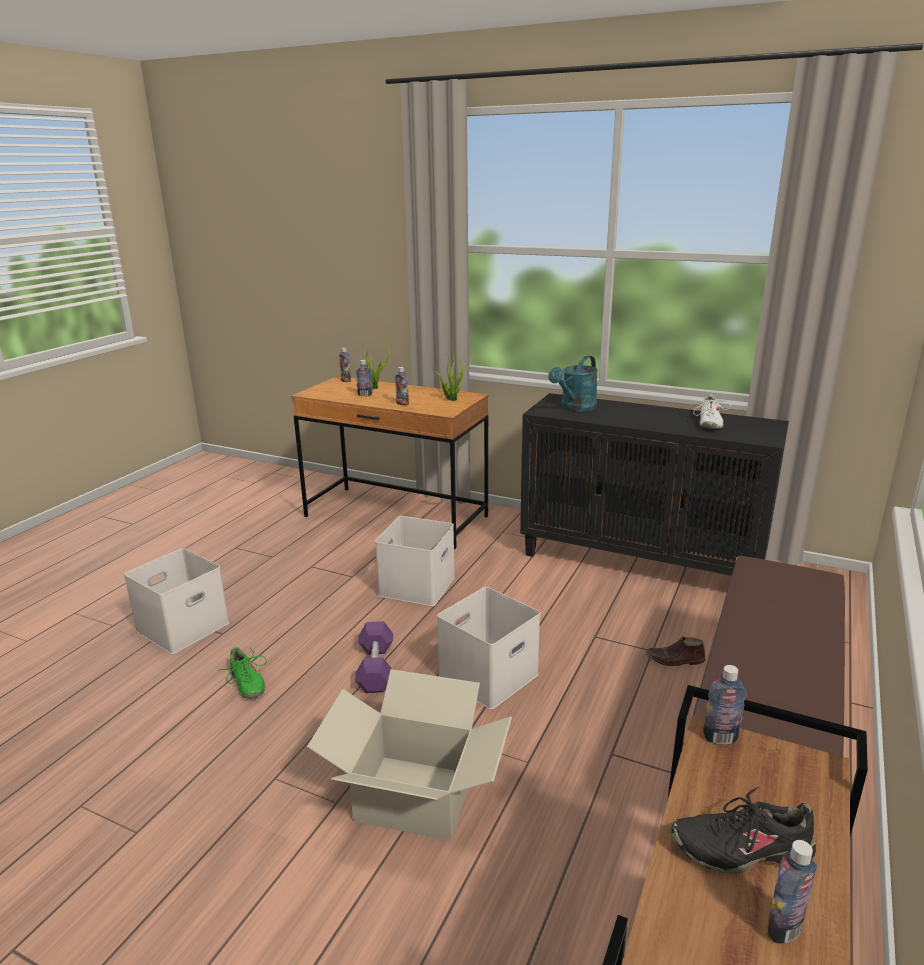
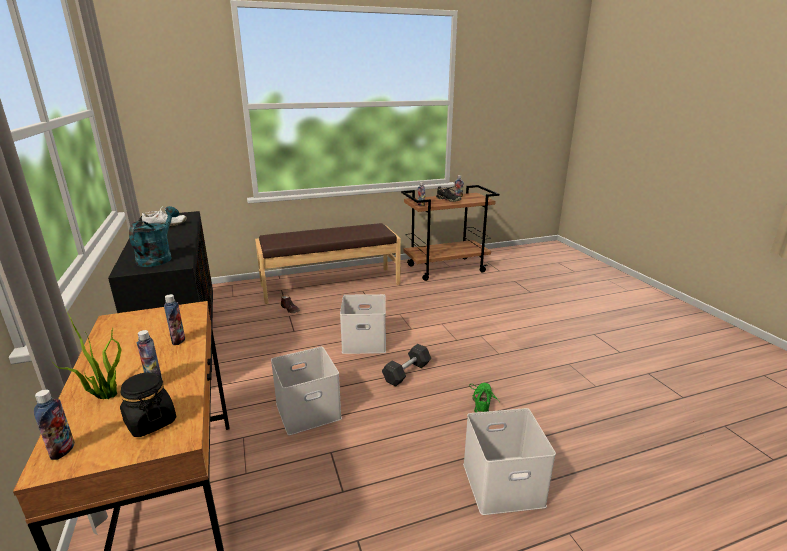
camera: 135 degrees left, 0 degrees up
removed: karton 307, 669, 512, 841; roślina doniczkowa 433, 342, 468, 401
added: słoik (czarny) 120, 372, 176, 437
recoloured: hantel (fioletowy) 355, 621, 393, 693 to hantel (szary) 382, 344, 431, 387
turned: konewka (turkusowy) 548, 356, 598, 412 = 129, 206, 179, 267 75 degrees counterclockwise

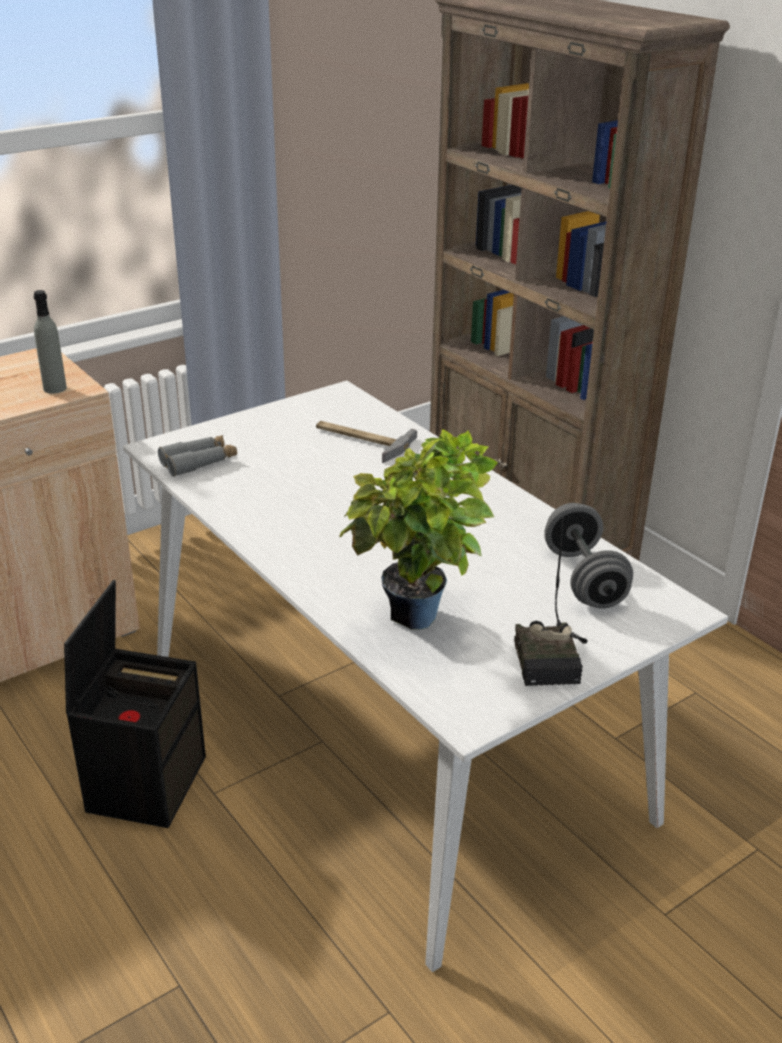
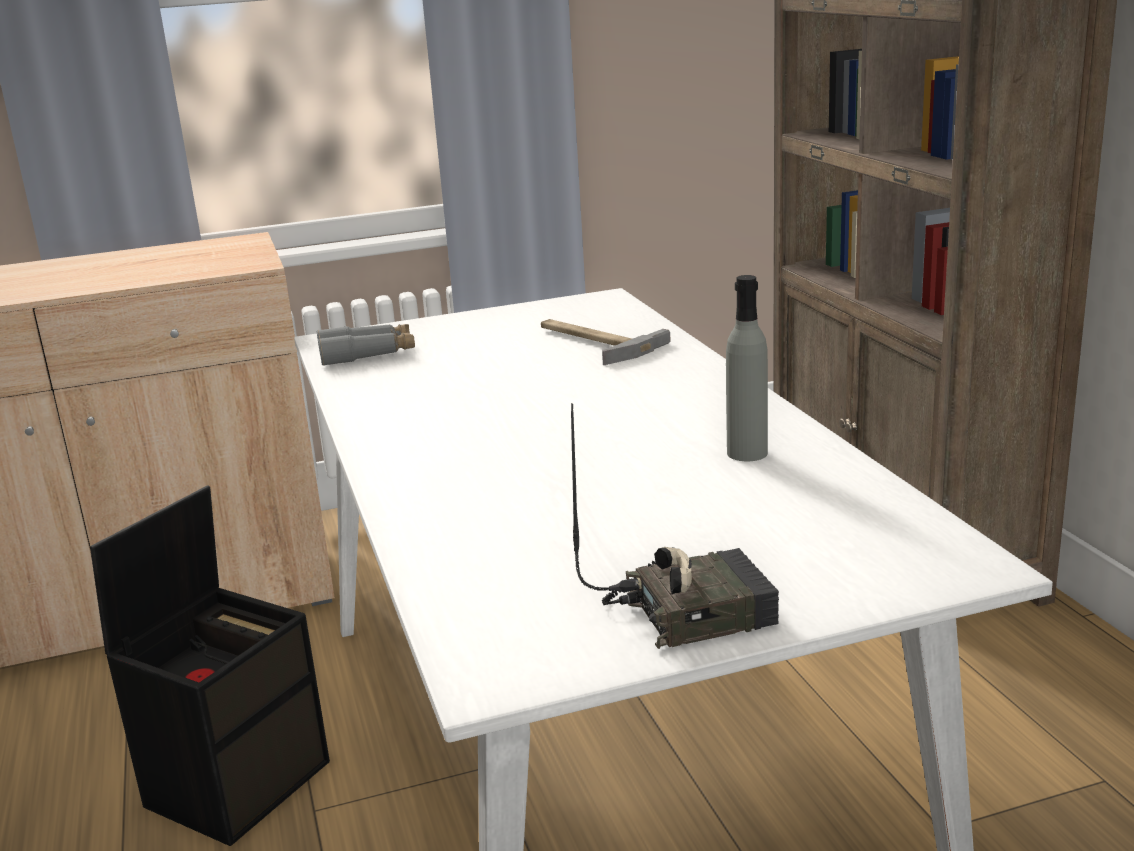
camera: 20 degrees right, 10 degrees down
removed: roślina doniczkowa 339, 429, 498, 630; hantel (szary) 544, 503, 633, 609
moved: butelka (szary) 33, 290, 67, 394 to 726, 275, 768, 461
turned: radio 514, 515, 588, 686 = 571, 403, 779, 649 120 degrees counterclockwise

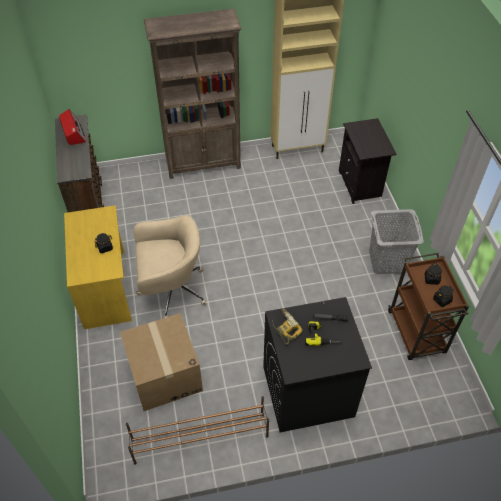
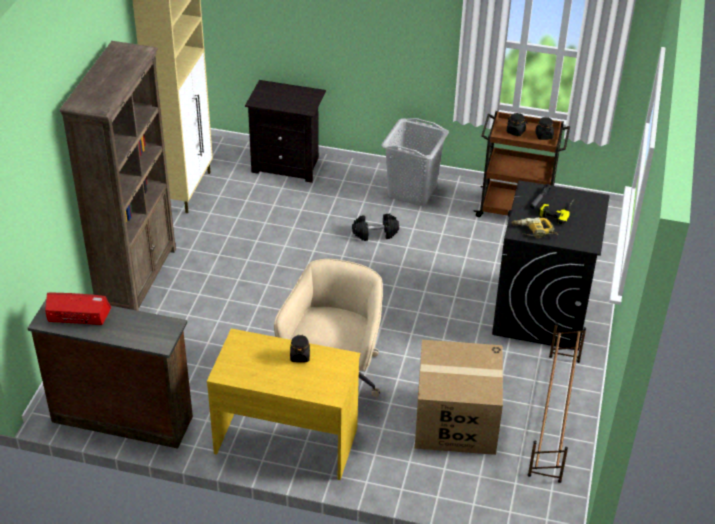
camera: 65 degrees left, 10 degrees down
added: hantel (czarny) 352, 213, 399, 241

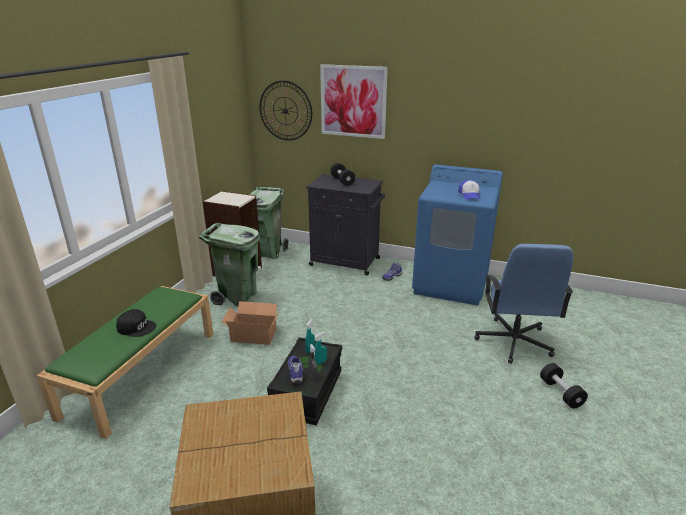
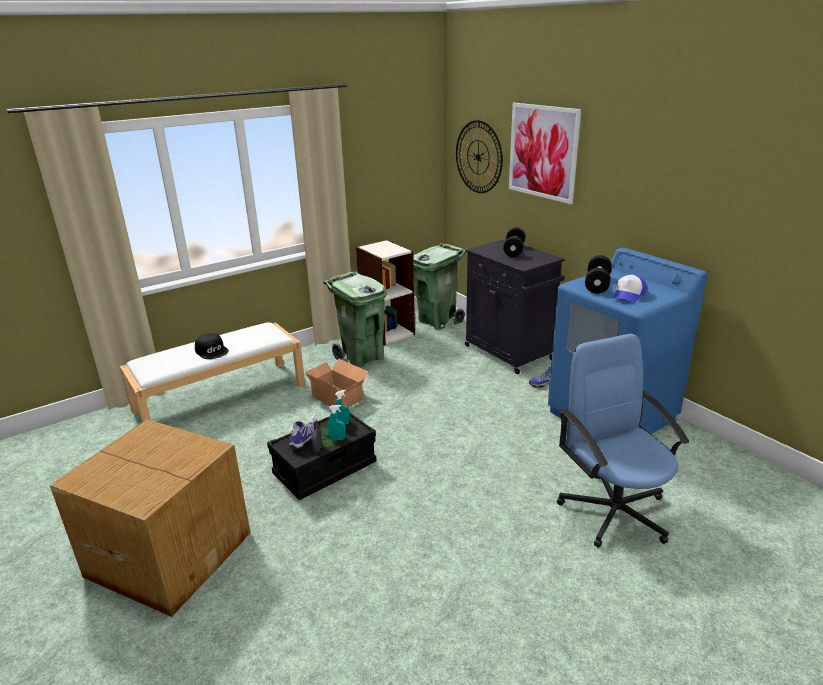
camera: 35 degrees right, 0 degrees up
moved: hantel (czarny) 540, 363, 588, 409 to 585, 255, 612, 294
recoloured: ławka (zielony) 37, 286, 213, 439 to ławka (biały) 120, 322, 305, 422
turned: krzesło biurowe (niebieski) 474, 244, 573, 364 = 557, 334, 689, 548 120 degrees clockwise

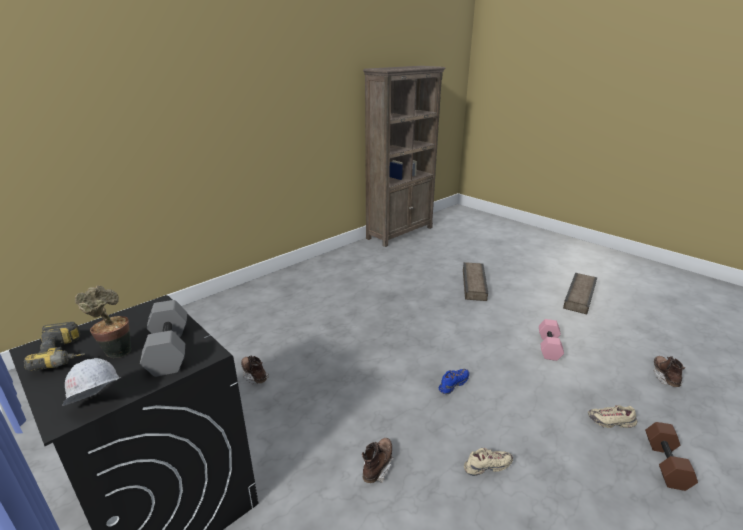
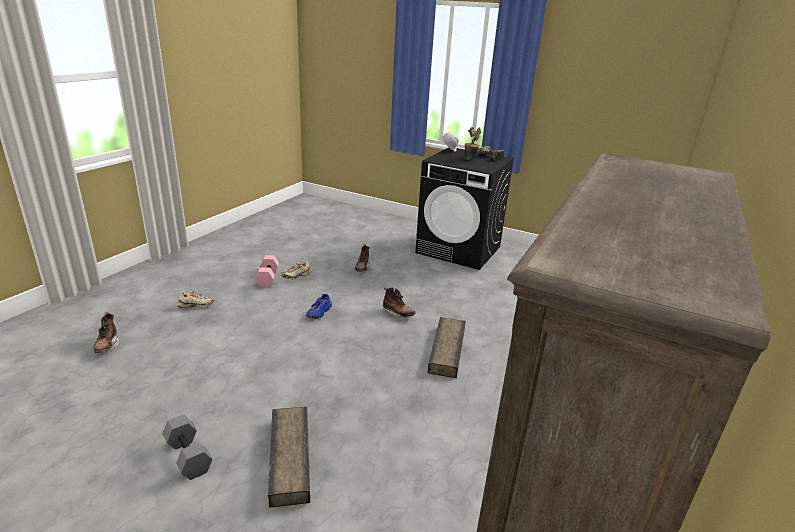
camera: 160 degrees right, 0 degrees up
removed: hantel (brązowy) 645, 422, 698, 491
moved: hantel (szary) 140, 300, 187, 377 to 162, 415, 213, 480; hantel (różowy) 539, 319, 564, 361 to 255, 255, 279, 287; but z cholewką (brązowy) 241, 355, 269, 385 to 383, 288, 416, 318; skrzynka 563, 273, 597, 314 to 428, 317, 466, 378

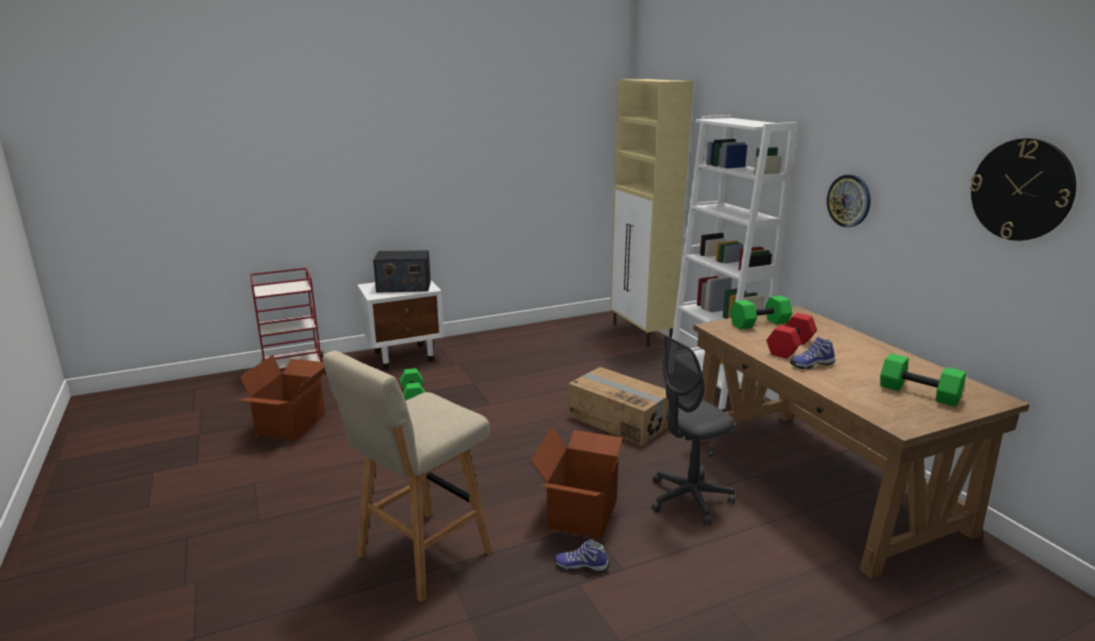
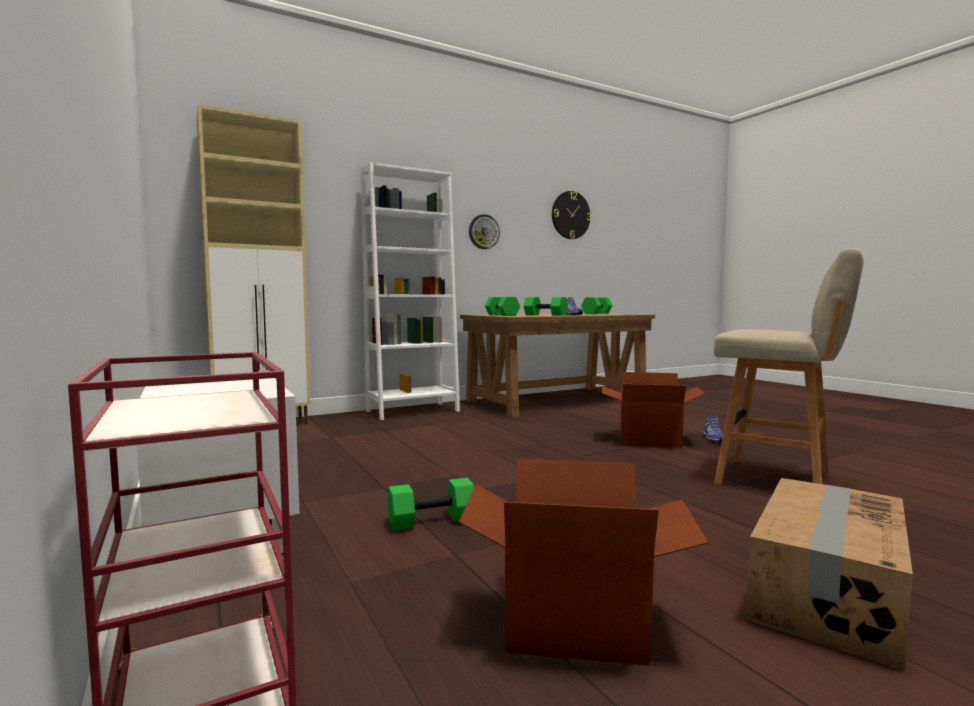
camera: 95 degrees left, 15 degrees down
removed: radio 373, 250, 431, 293; krzesło biurowe (szary) 652, 335, 735, 525
moved: karton 568, 367, 669, 446 to 746, 478, 913, 671
recoloured: hantel (czerwony) 766, 313, 817, 359 to hantel (zielony) 524, 297, 568, 316

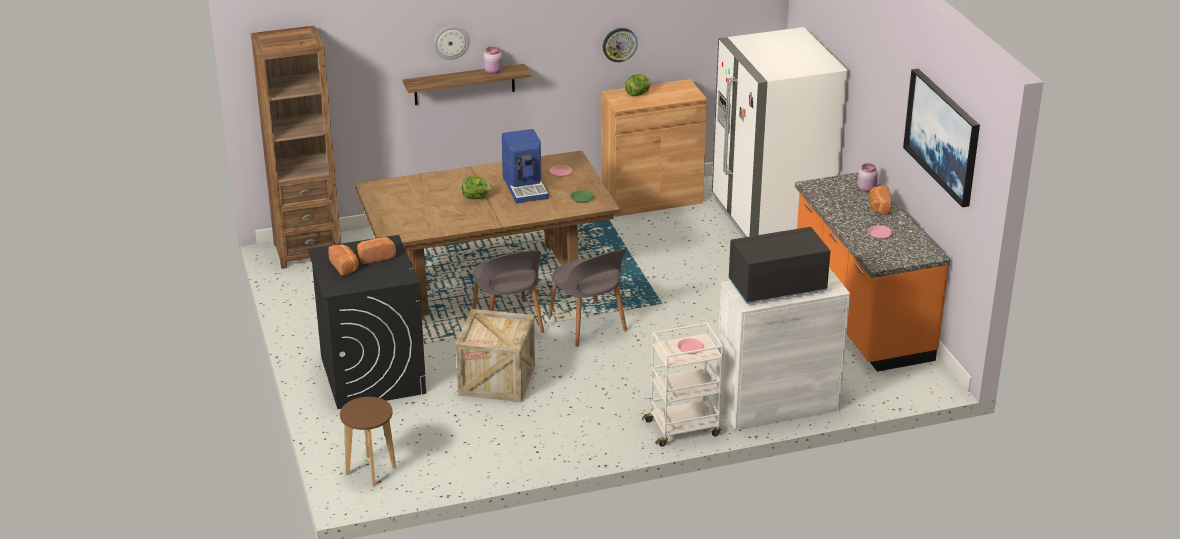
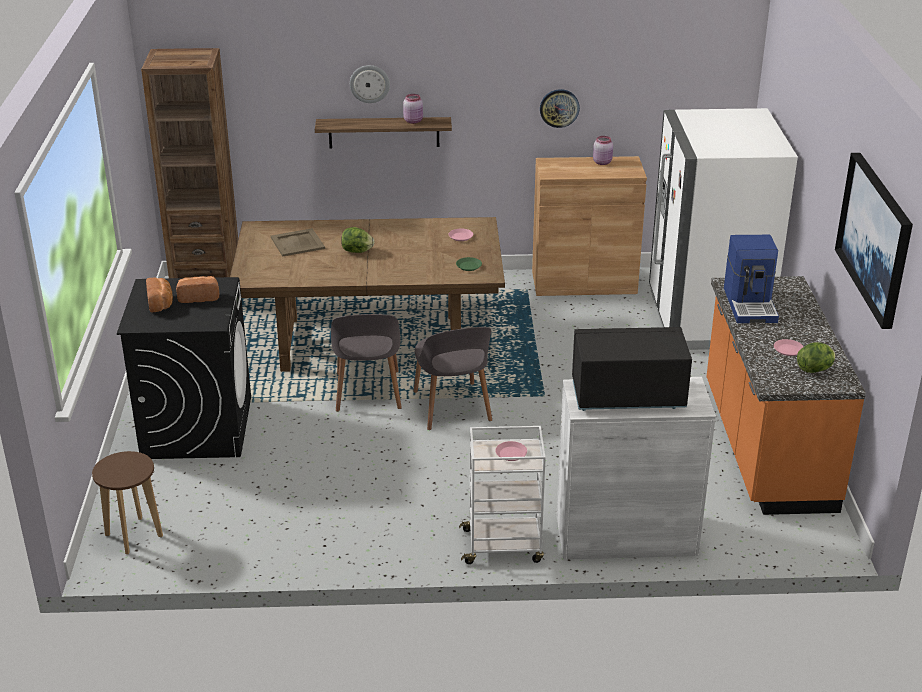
camera: 15 degrees right, 0 degrees up
removed: skrzynka 456, 309, 535, 402; chleb 869, 185, 892, 215
added: taca (beżowy) 271, 228, 325, 257
moved: słoik (różowy) 857, 163, 878, 192 to 593, 136, 613, 165; ekspres do kawy 502, 129, 548, 204 to 724, 235, 779, 323; sałata 625, 74, 651, 96 to 797, 342, 835, 373

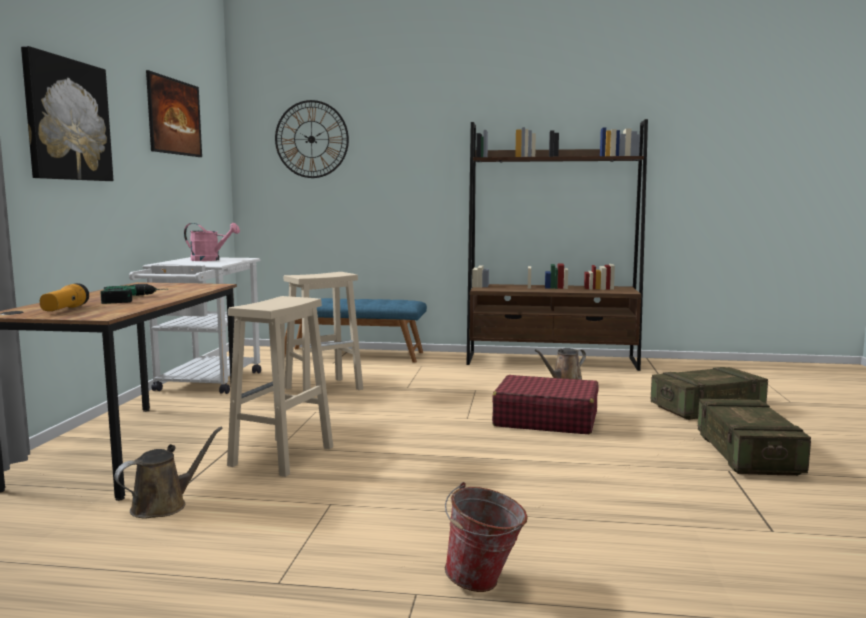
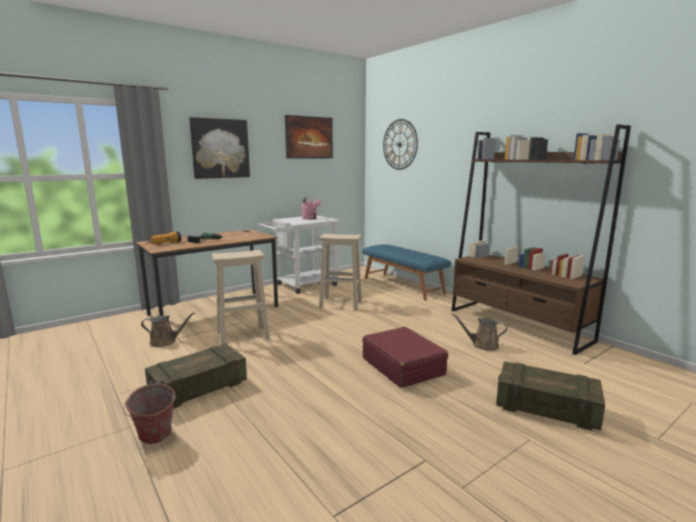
camera: 45 degrees right, 5 degrees up
moved: skrzynka 698, 399, 811, 476 to 145, 344, 247, 409

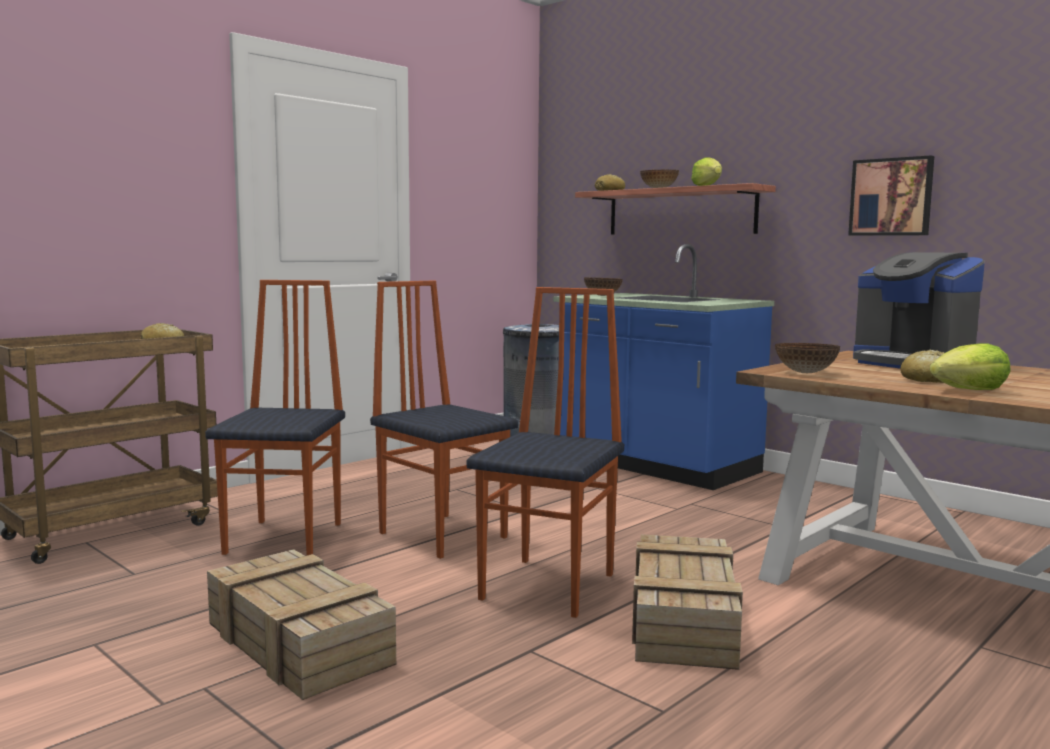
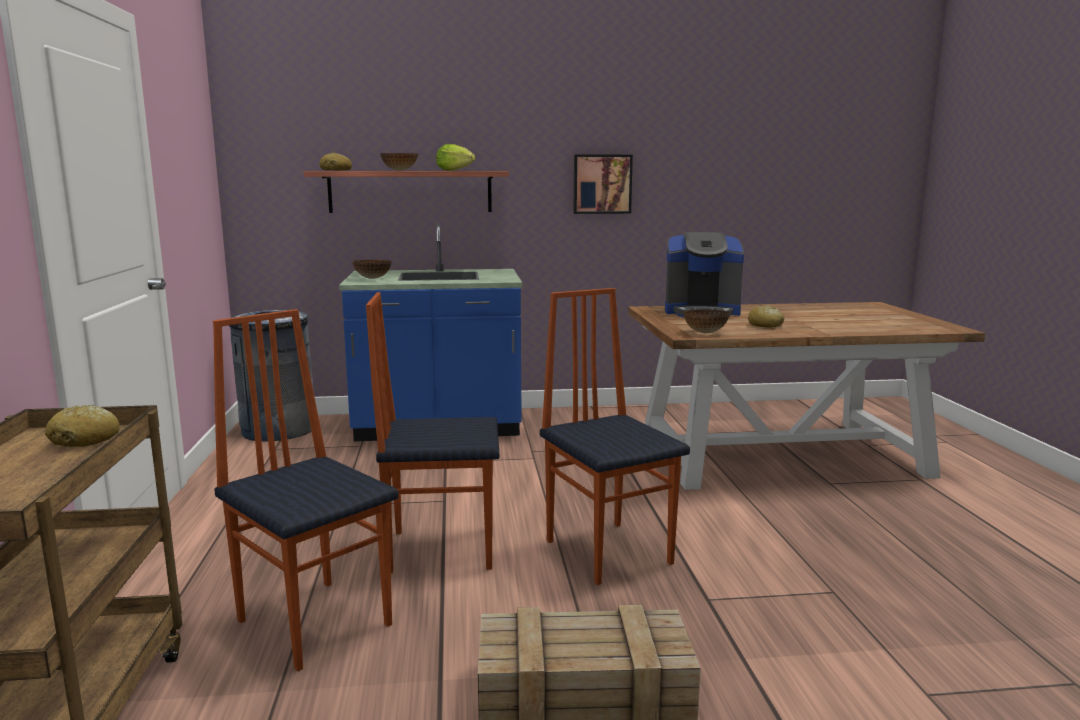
camera: 50 degrees left, 5 degrees up
removed: skrzynka 632, 534, 743, 670; sałata 930, 343, 1011, 390

